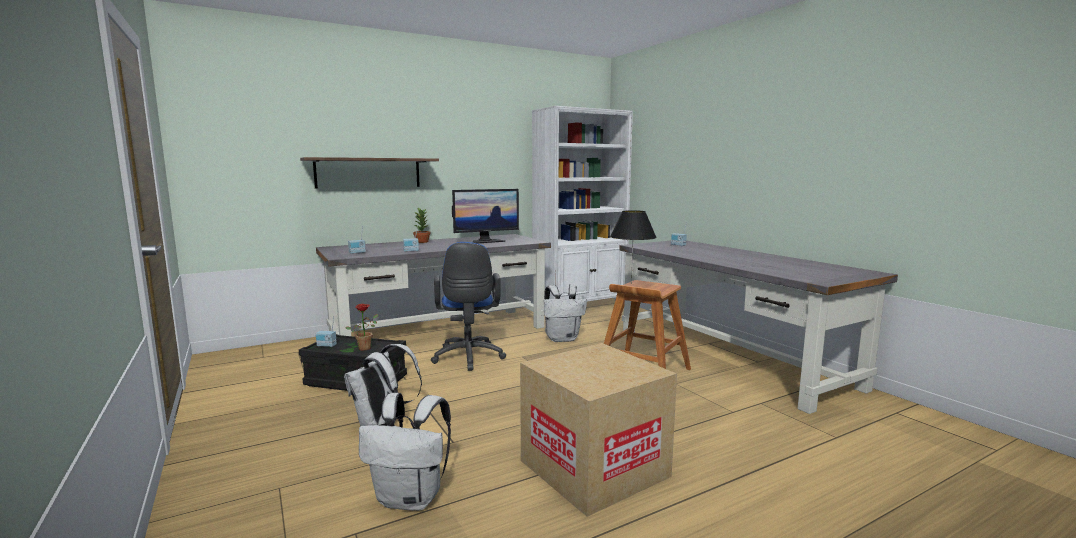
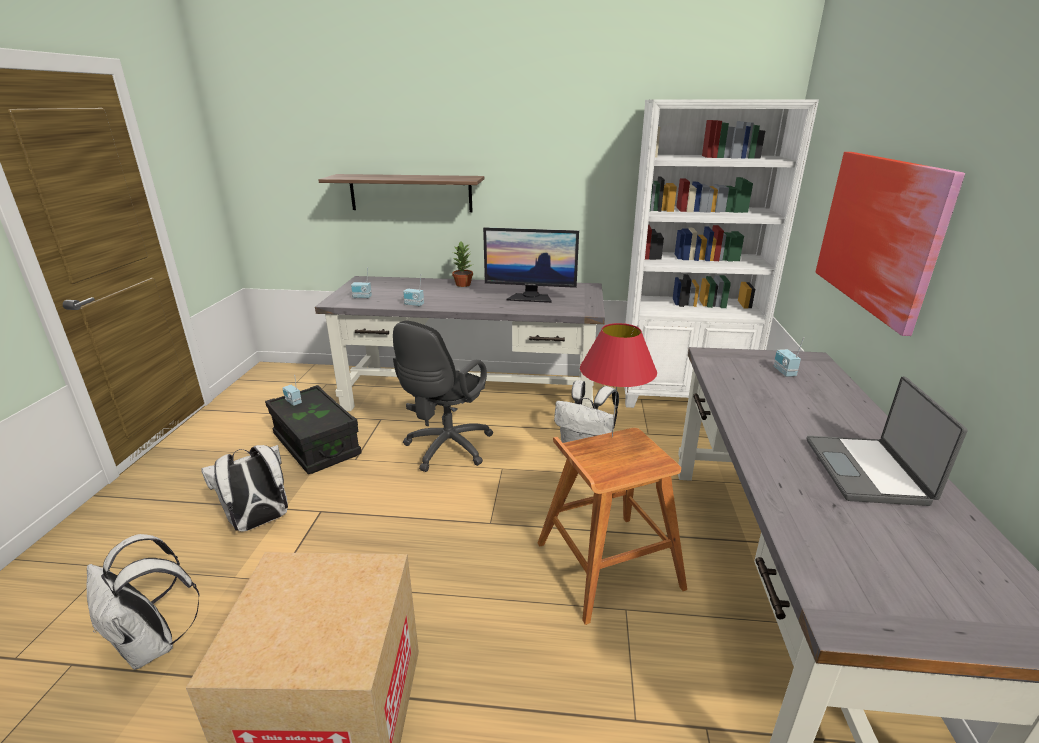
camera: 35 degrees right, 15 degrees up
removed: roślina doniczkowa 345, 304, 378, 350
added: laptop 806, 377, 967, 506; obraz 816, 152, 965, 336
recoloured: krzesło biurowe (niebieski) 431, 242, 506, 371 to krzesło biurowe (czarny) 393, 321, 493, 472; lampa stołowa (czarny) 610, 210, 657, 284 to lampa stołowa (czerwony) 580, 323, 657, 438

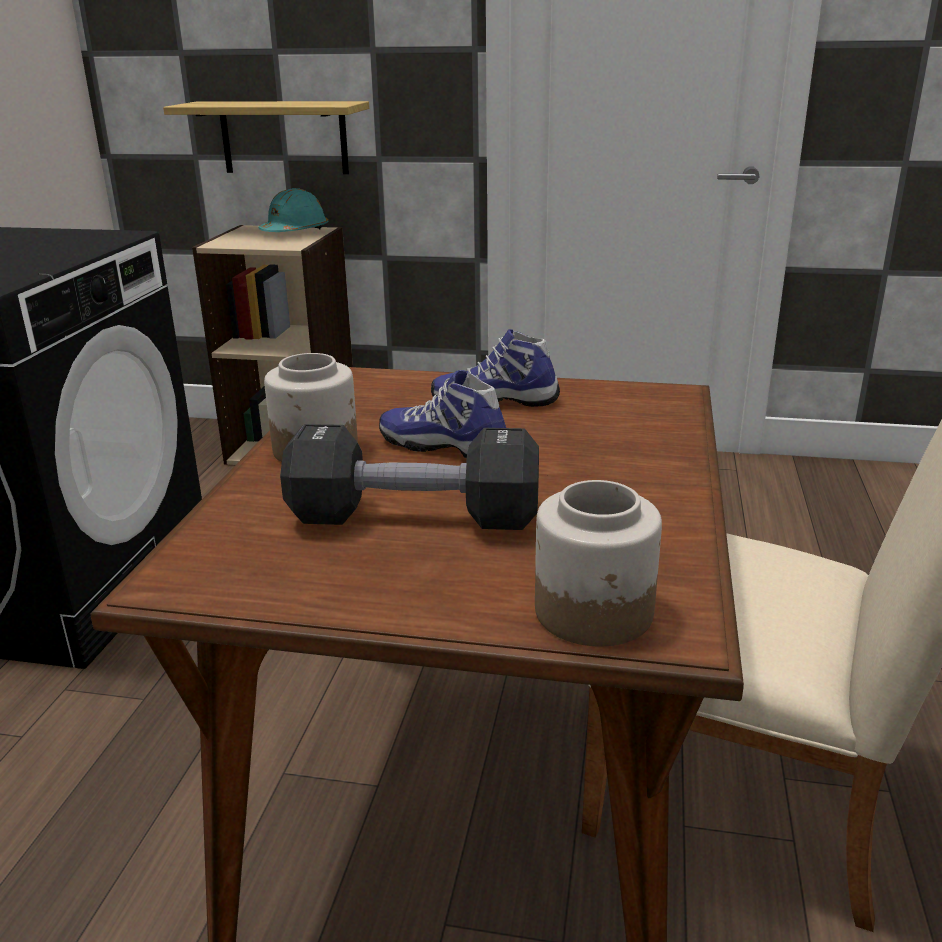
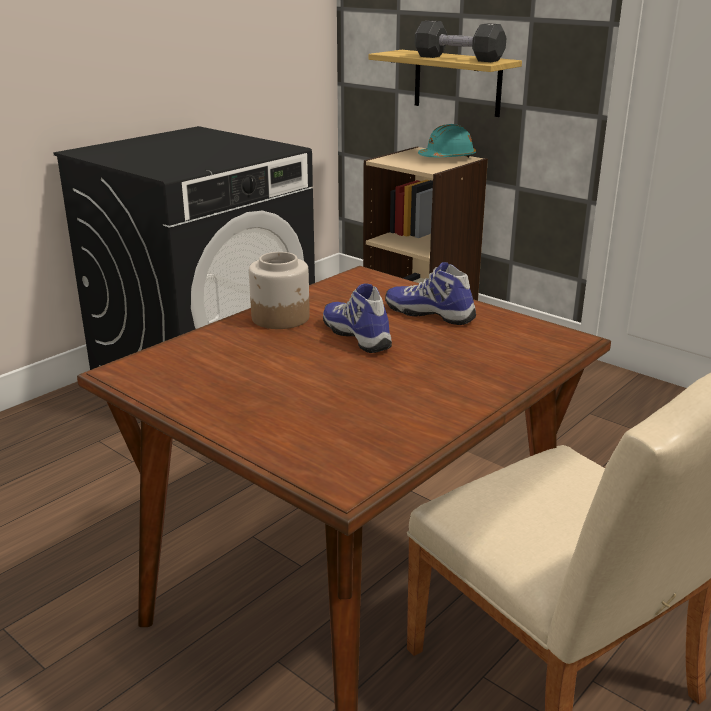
camera: 30 degrees right, 0 degrees up
removed: słoik 535, 480, 662, 646
moved: hantel (czarny) 280, 424, 539, 530 to 414, 20, 506, 62

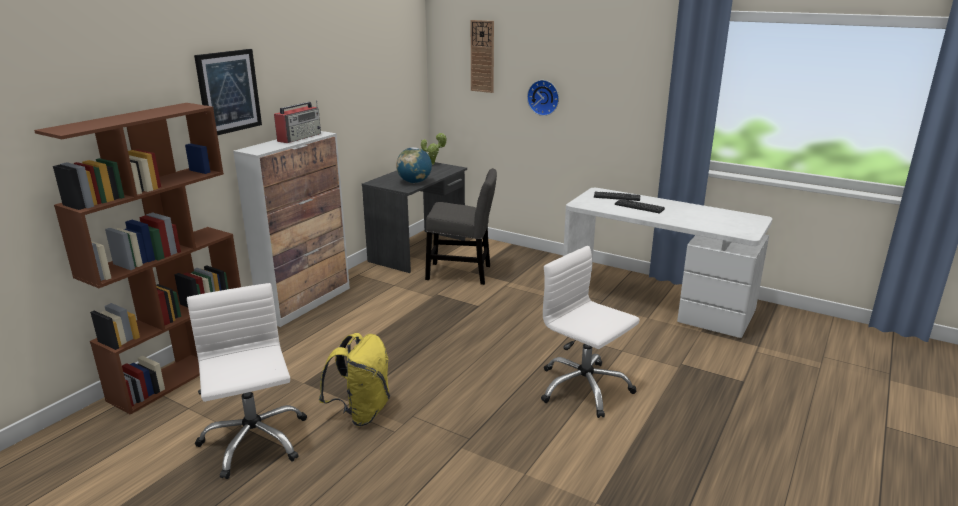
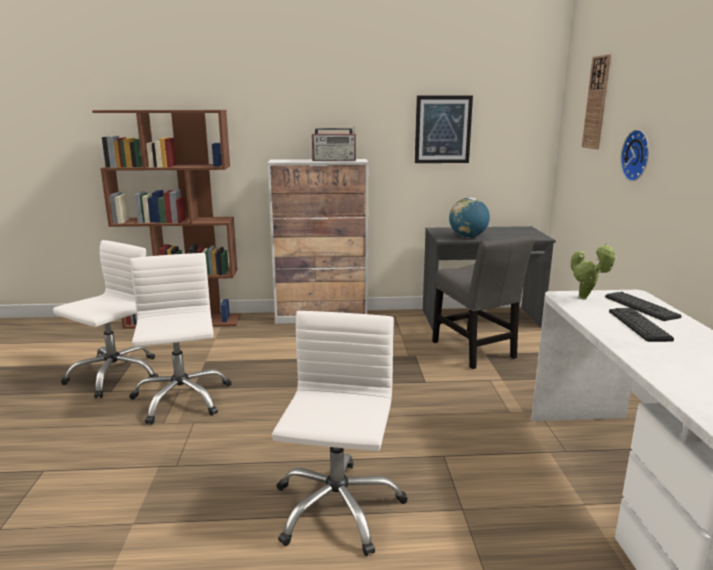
camera: 55 degrees right, 5 degrees down
moved: obraz 194, 49, 262, 135 to 415, 96, 473, 163; roślina doniczkowa 421, 132, 447, 165 to 571, 243, 616, 300
replaced: plecak (żółty) 319, 333, 390, 426 to krzesło biurowe (biały) 129, 253, 232, 425

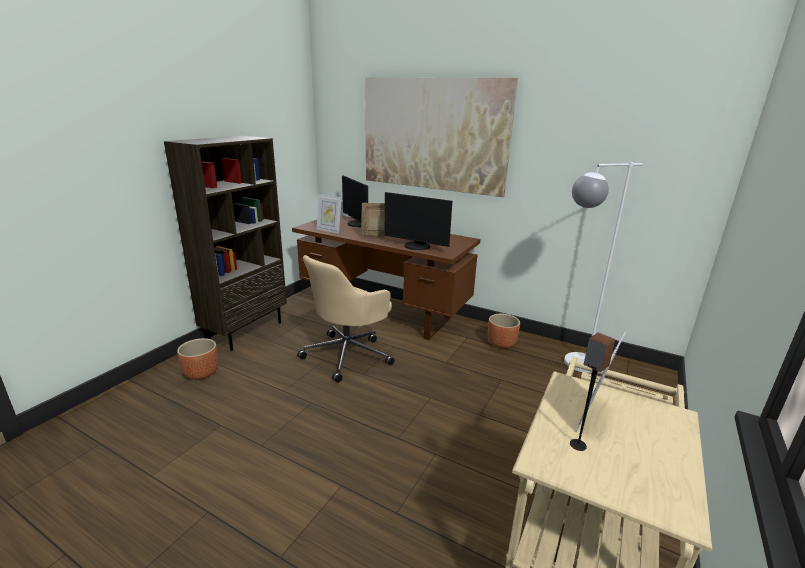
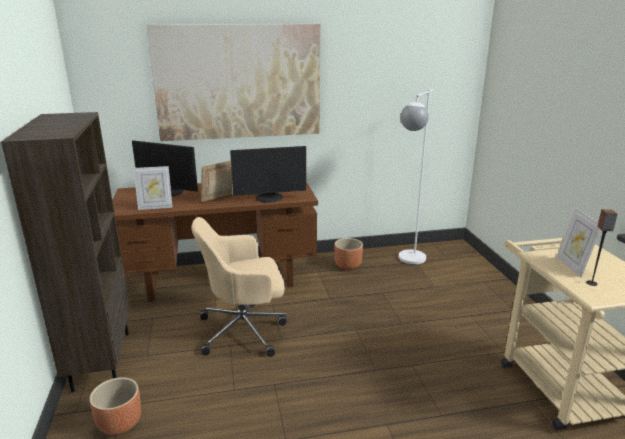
camera: 40 degrees left, 0 degrees up
turned: krzesło biurowe (beżowy) 297, 255, 394, 383 = 191, 217, 287, 357 75 degrees clockwise

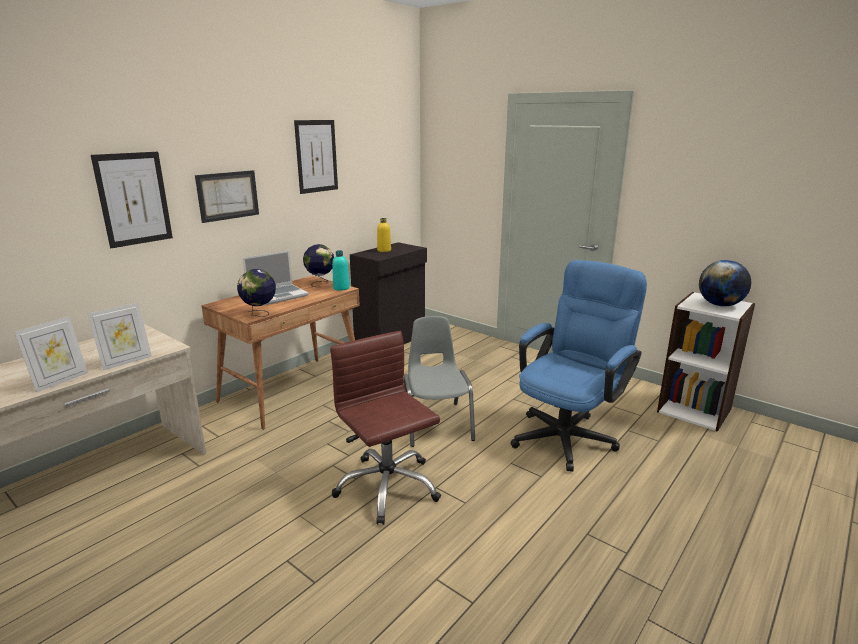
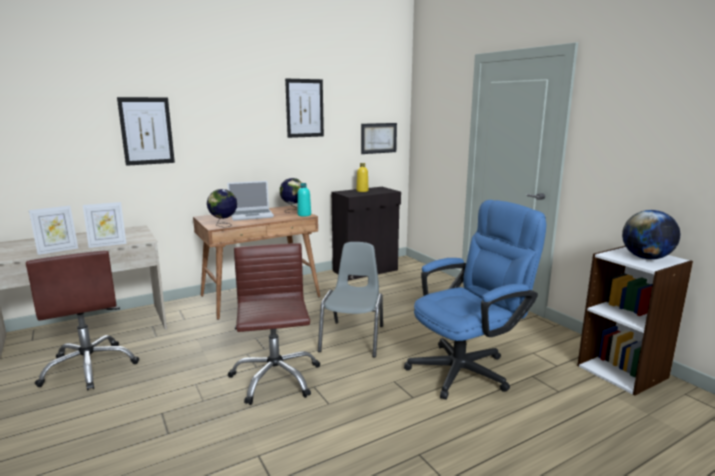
camera: 20 degrees right, 5 degrees down
added: krzesło biurowe (brązowy) 26, 250, 139, 391
moved: obraz 195, 170, 259, 223 to 361, 123, 397, 154

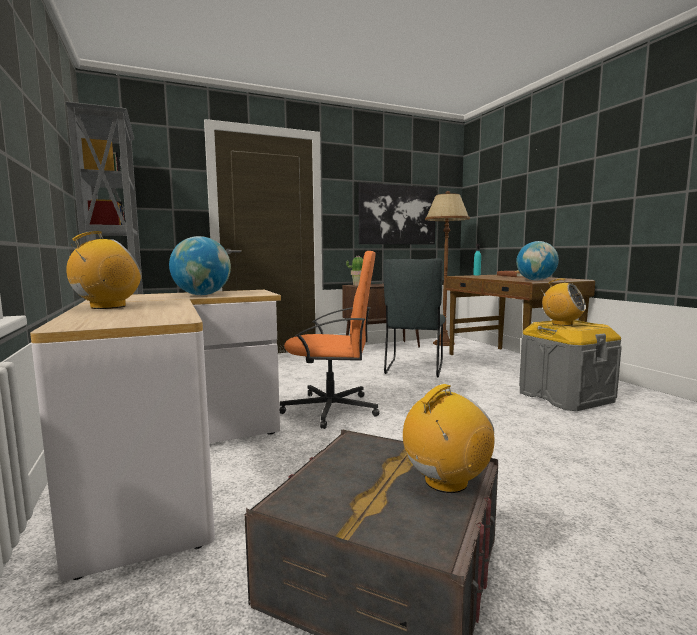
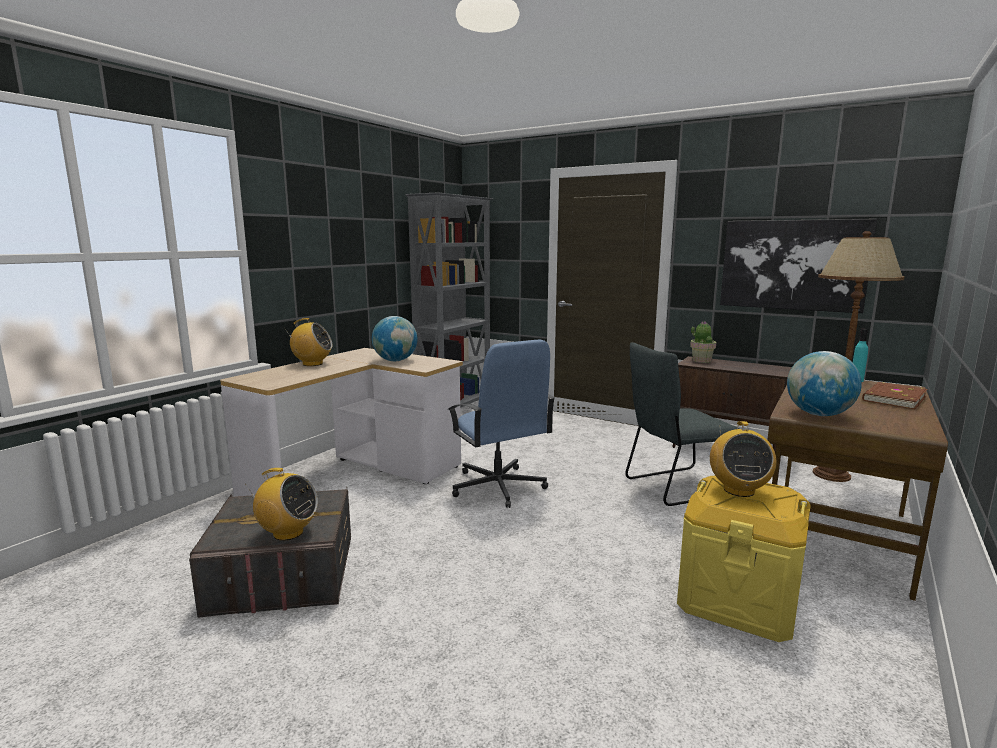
camera: 55 degrees right, 5 degrees up
recoloured: krzesło biurowe (pomarańczowy) 280, 251, 380, 429 to krzesło biurowe (niebieski) 448, 340, 555, 508; pojemnik do przechowywania (szary) 519, 320, 622, 411 to pojemnik do przechowywania (żółty) 677, 476, 811, 642

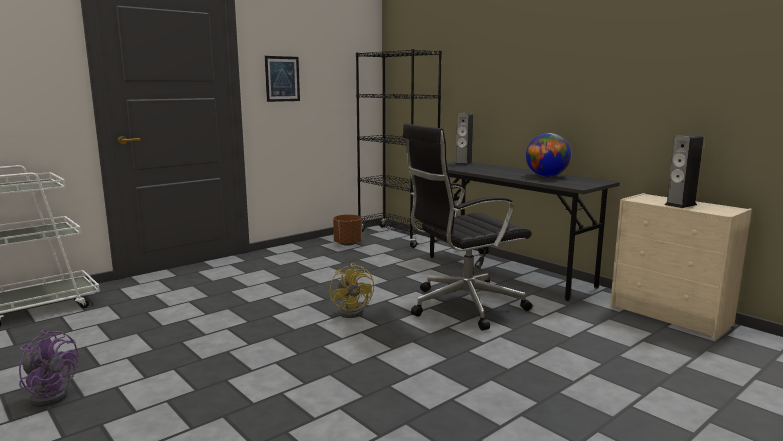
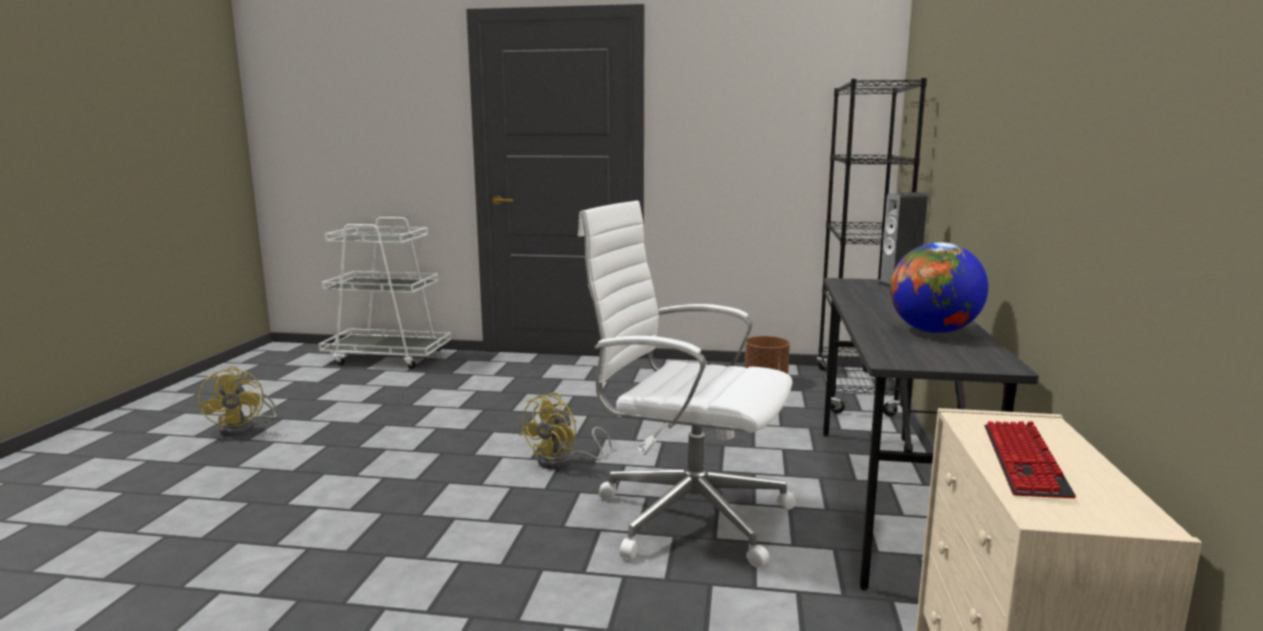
camera: 50 degrees right, 0 degrees up
removed: obraz 265, 56, 300, 102
replaced: głośnik 665, 134, 704, 208 to klawiatura 984, 421, 1076, 498
recoloured: wentylator (fioletowy) 19, 330, 78, 407 to wentylator (żółty) 198, 366, 277, 436; krzesło biurowe (czarny) 402, 123, 532, 331 to krzesło biurowe (biały) 578, 201, 797, 568

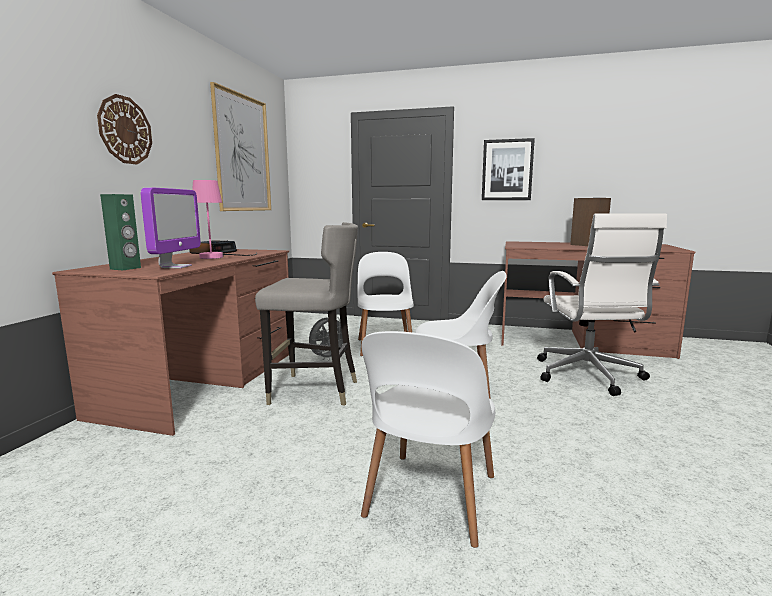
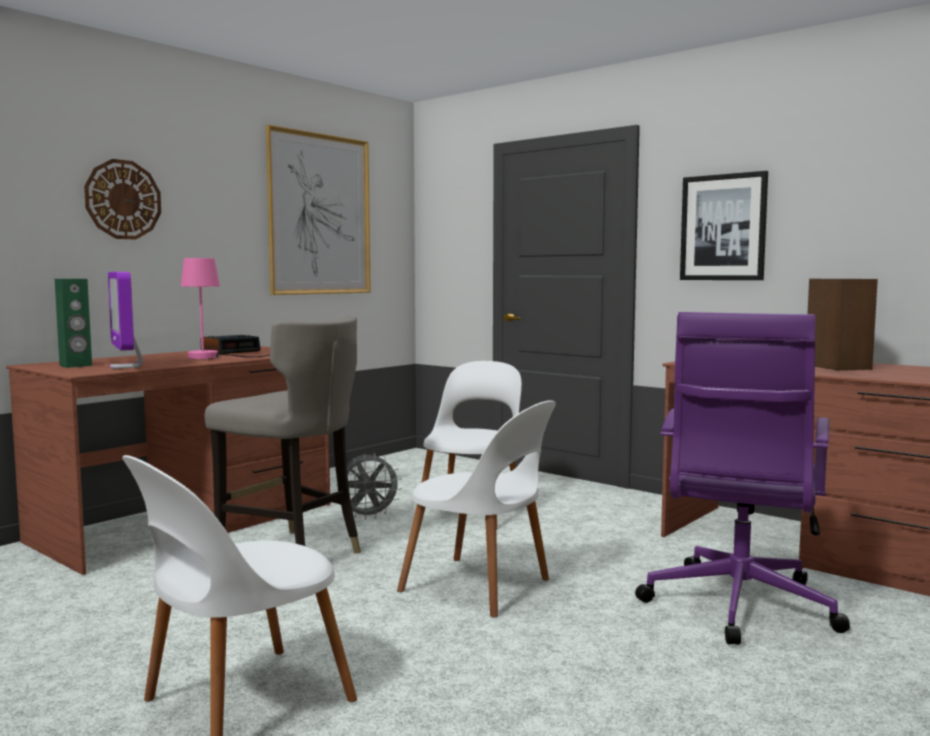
camera: 25 degrees right, 5 degrees down
recoloured: krzesło biurowe (biały) 537, 213, 667, 396 to krzesło biurowe (fioletowy) 635, 312, 850, 645
turned: monitor 141, 188, 201, 268 = 108, 272, 143, 369 120 degrees clockwise

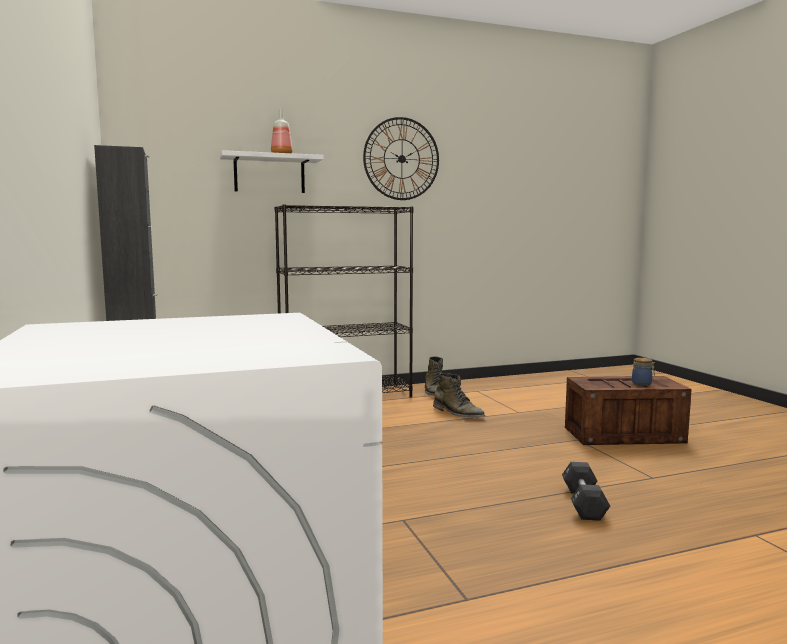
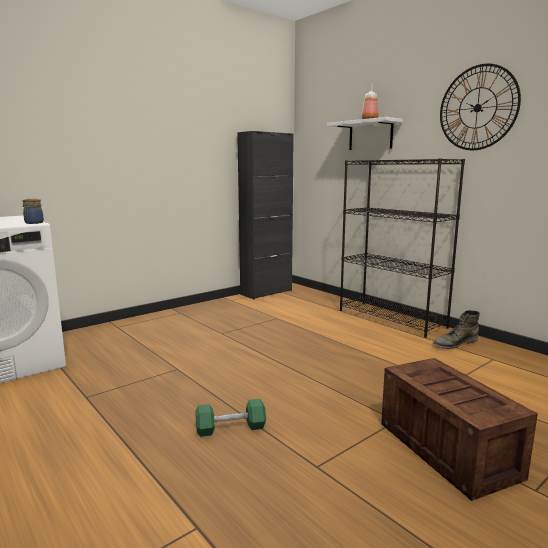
camera: 70 degrees right, 5 degrees up
removed: but z cholewką (zielony) 433, 373, 485, 418
moved: słoik 632, 358, 655, 386 to 22, 199, 44, 224
recoloured: hantel (czarny) 562, 462, 610, 521 to hantel (zielony) 196, 399, 266, 437

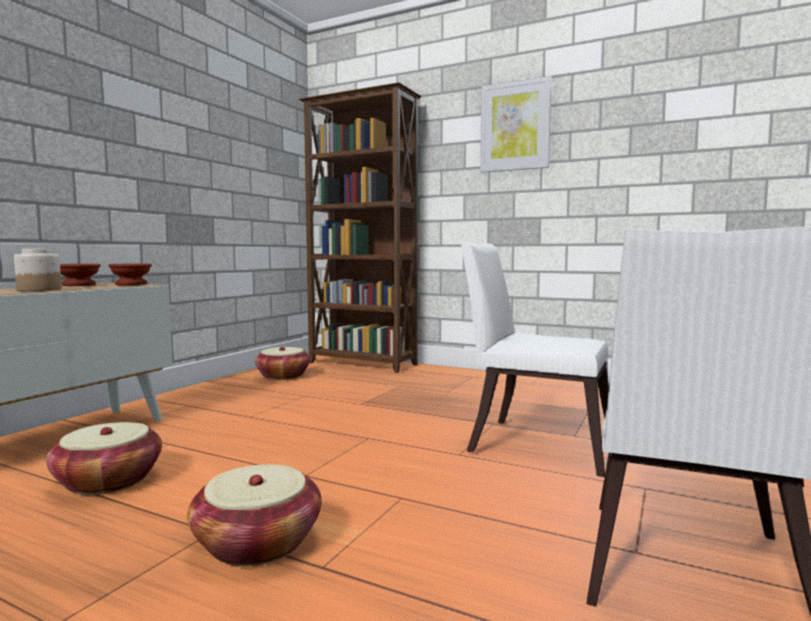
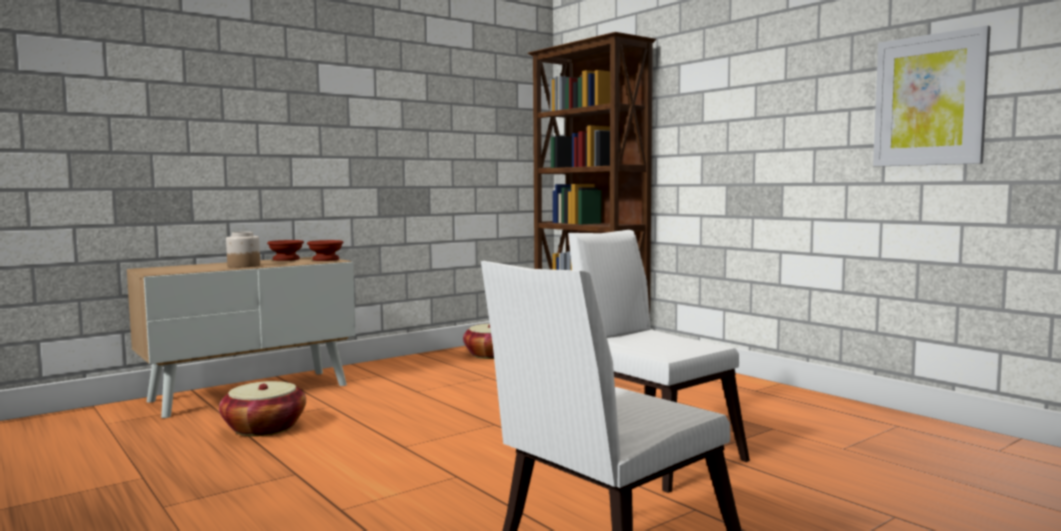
camera: 25 degrees right, 0 degrees up
removed: koszyk 188, 464, 321, 566
moved: obraz 480, 76, 552, 173 to 873, 25, 991, 167

